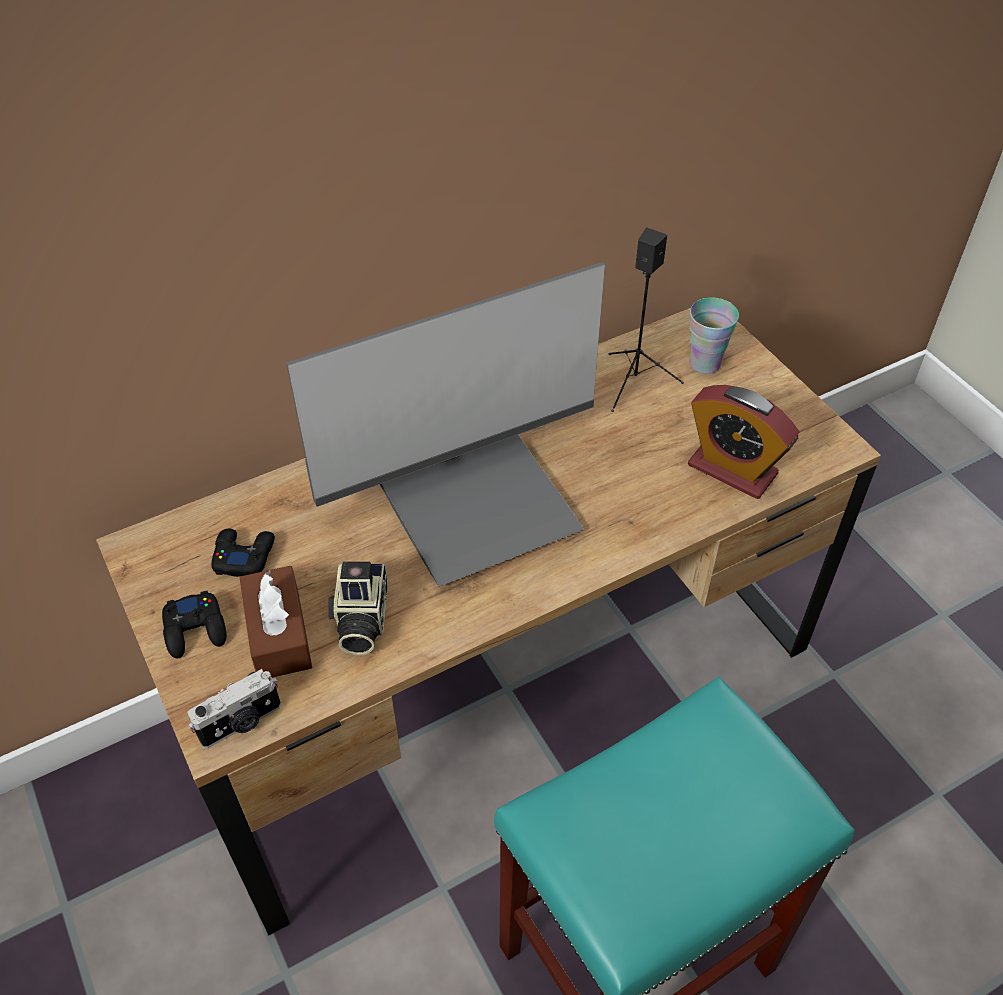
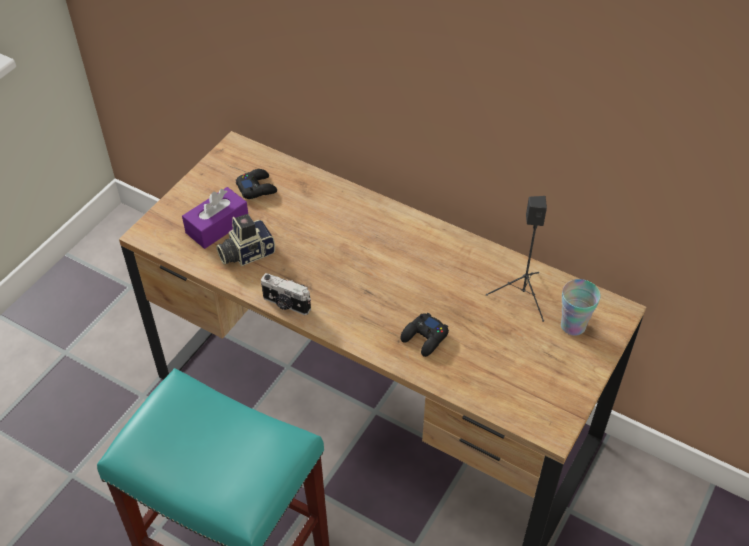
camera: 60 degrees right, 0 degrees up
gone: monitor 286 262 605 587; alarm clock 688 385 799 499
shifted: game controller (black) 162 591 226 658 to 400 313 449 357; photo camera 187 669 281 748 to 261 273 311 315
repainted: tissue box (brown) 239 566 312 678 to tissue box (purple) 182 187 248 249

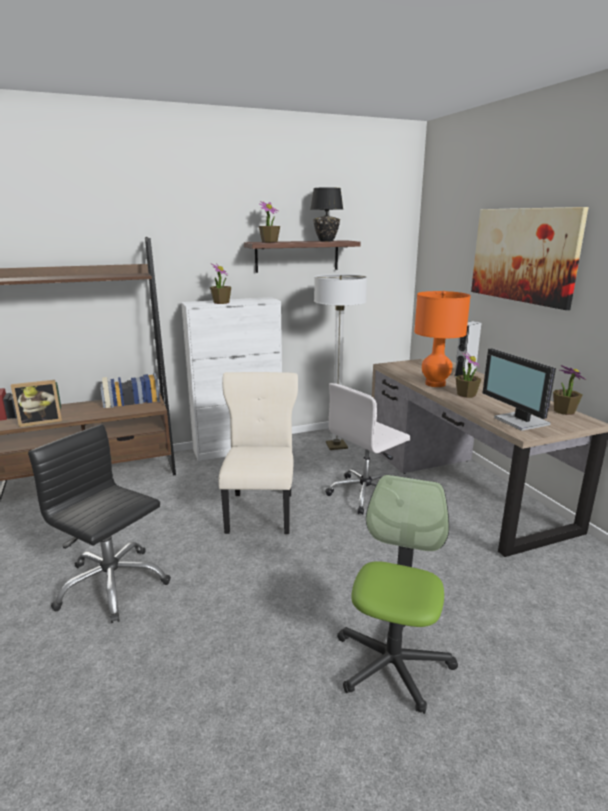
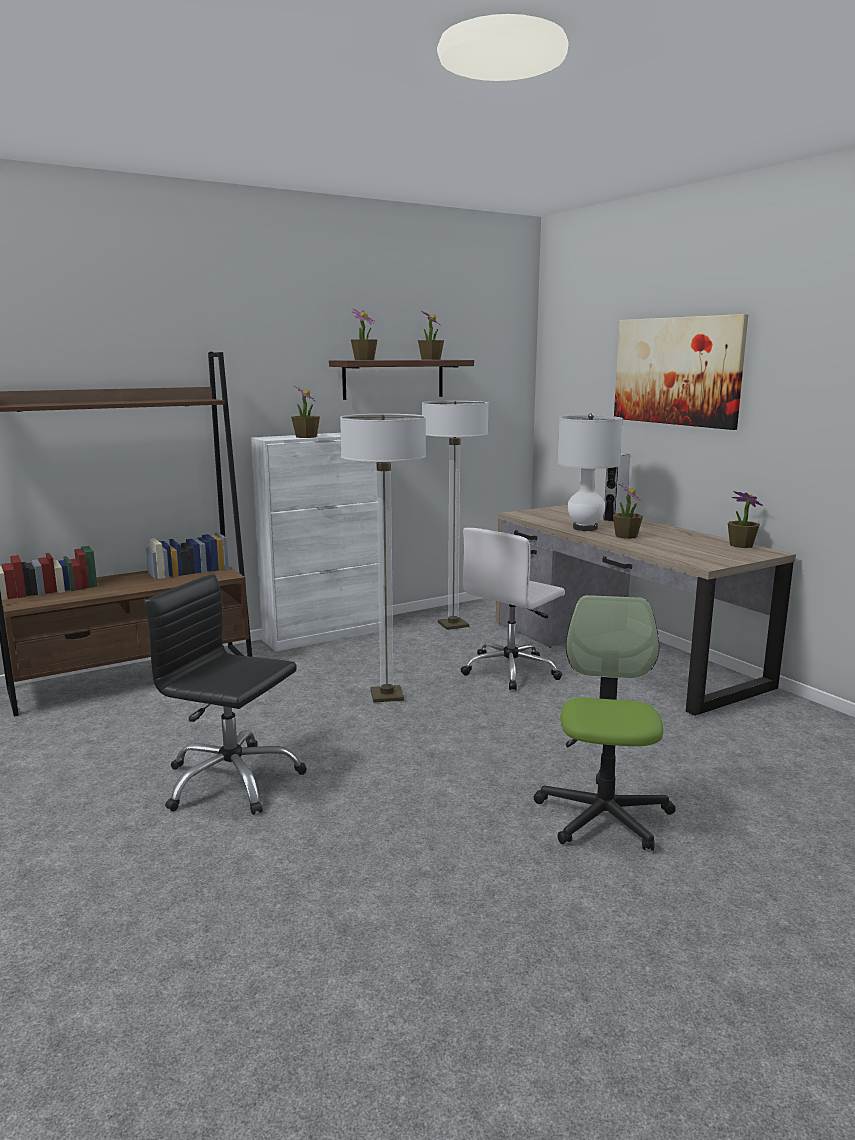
camera: 10 degrees left, 5 degrees down
gone: picture frame 11 380 62 427; monitor 483 349 556 431
swapped: chair (beige) 218 372 298 534 to floor lamp 340 414 426 703; table lamp (black) 311 187 343 241 to potted plant 418 311 444 360
repainted: table lamp (orange) 414 291 471 387 to table lamp (white) 557 413 623 531

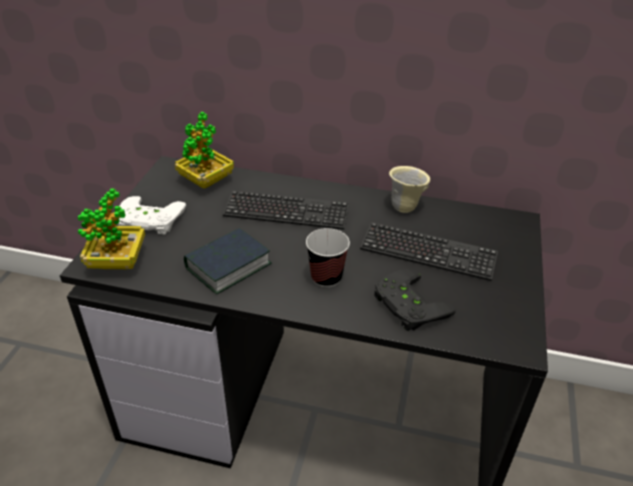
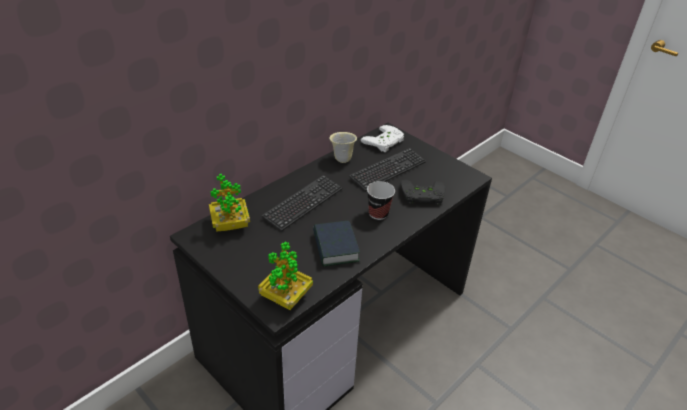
camera: 60 degrees left, 0 degrees up
shifted: game controller (white) 117 196 186 235 to 361 125 404 152

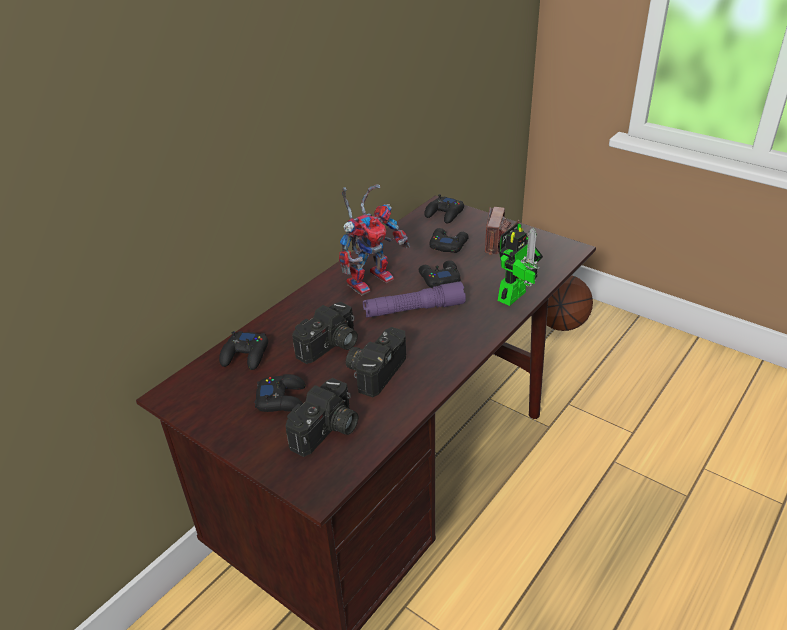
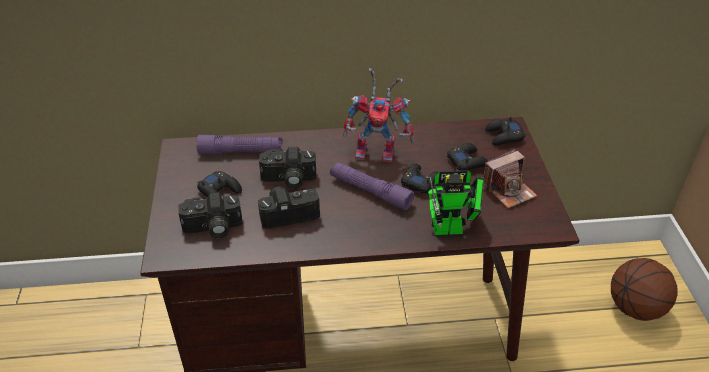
camera: 45 degrees right, 5 degrees up
swapped: game controller (black) 219 331 268 370 to flashlight (purple) 196 135 283 154

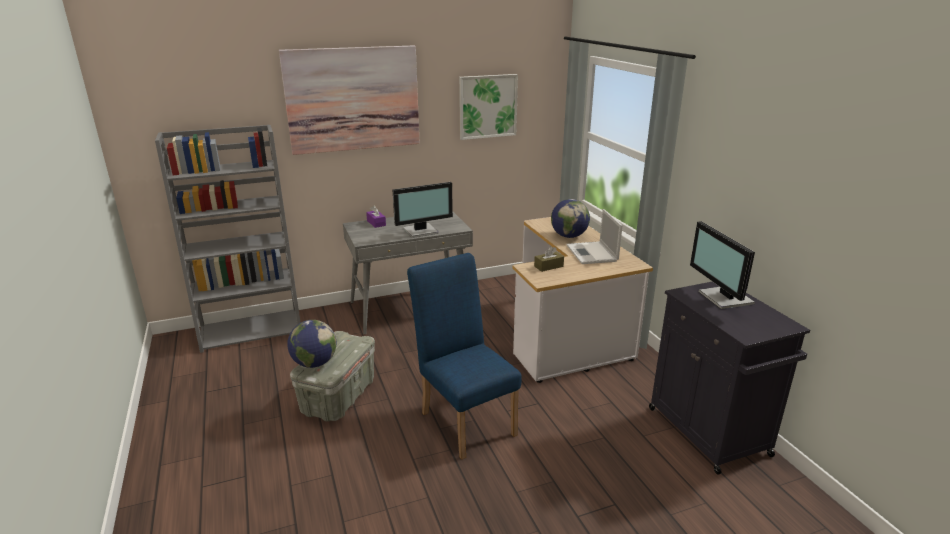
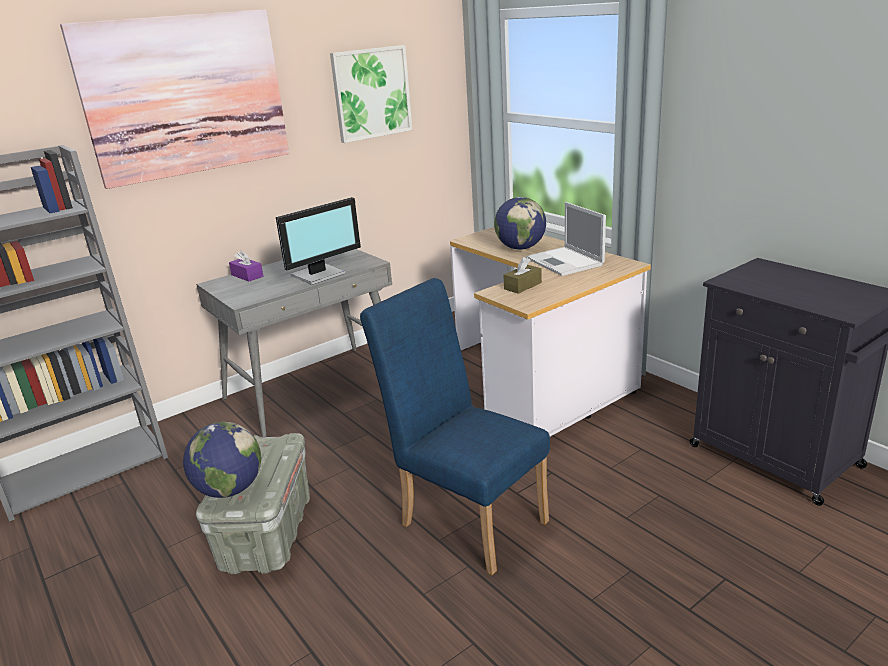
camera: 15 degrees left, 0 degrees up
gone: monitor 690 221 755 309

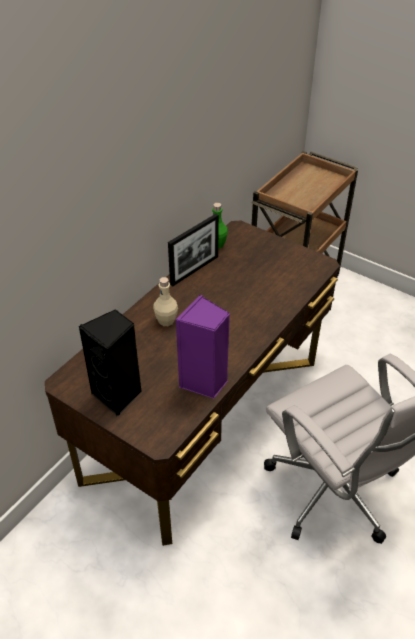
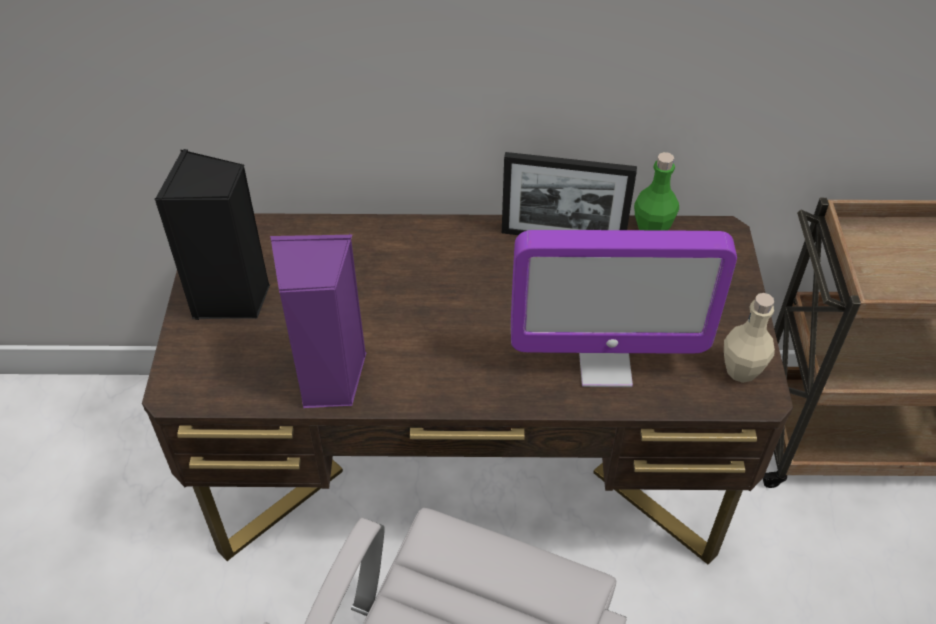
camera: 55 degrees right, 5 degrees up
new: monitor 511 230 737 387
shifted: bottle (beige) 153 277 178 326 to 724 293 775 383

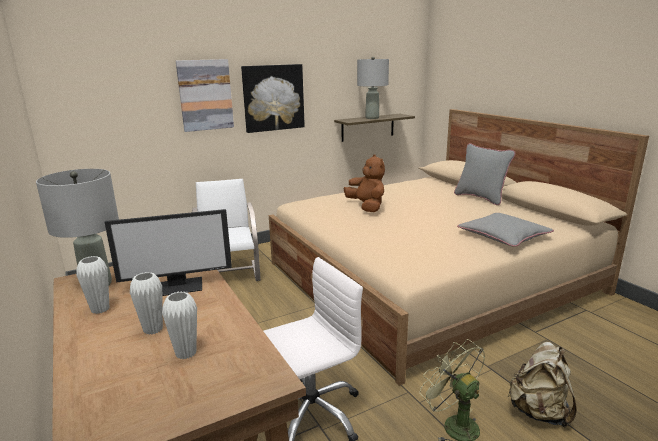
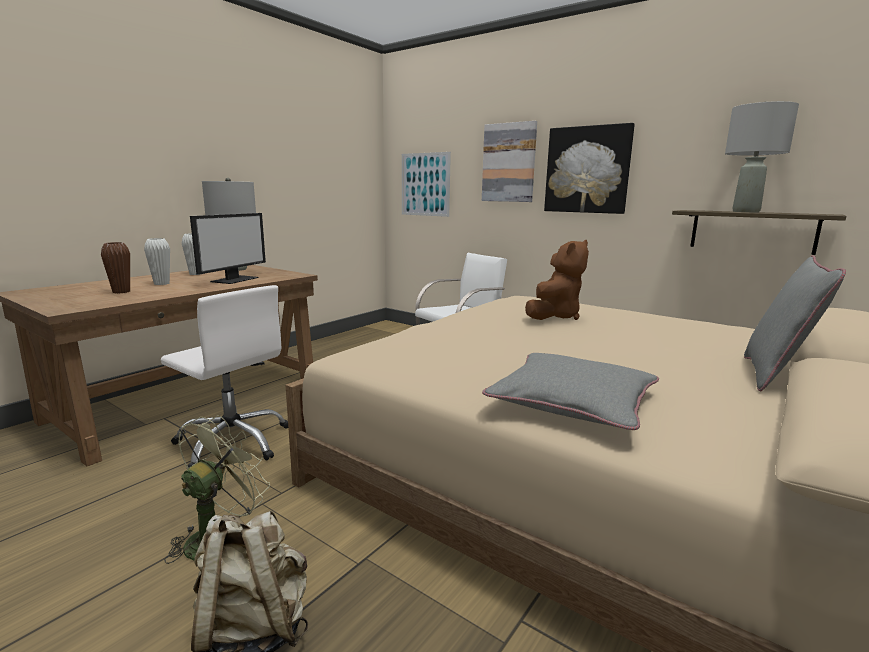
camera: 65 degrees right, 5 degrees down
new: picture 402 152 451 217
repainted: vase (white) 162 291 197 359 to vase (brown) 101 242 130 294
rotated: monitor 105 209 232 296 = 190 213 266 284 120 degrees counterclockwise

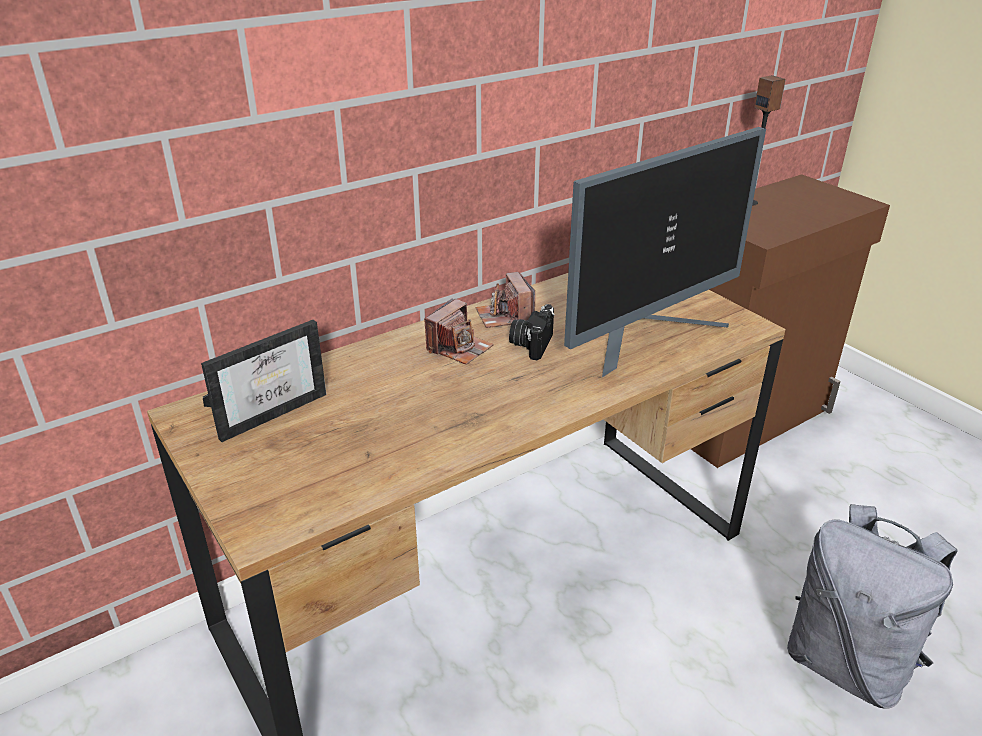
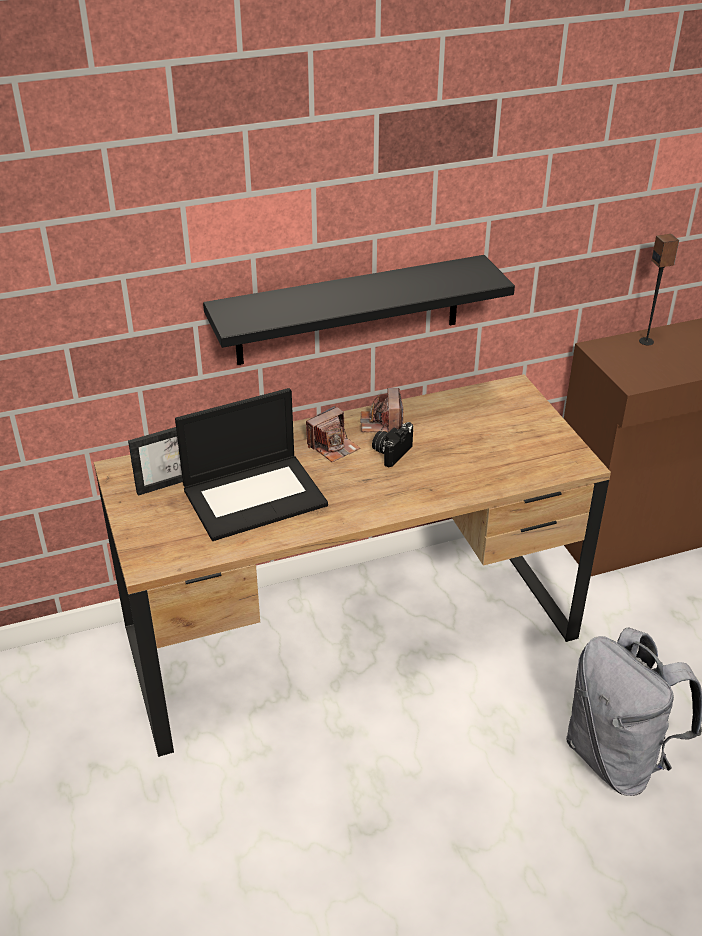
camera: 15 degrees right, 5 degrees up
gone: monitor 564 127 766 377
new: laptop 175 388 328 541; shelf (black) 203 255 515 365

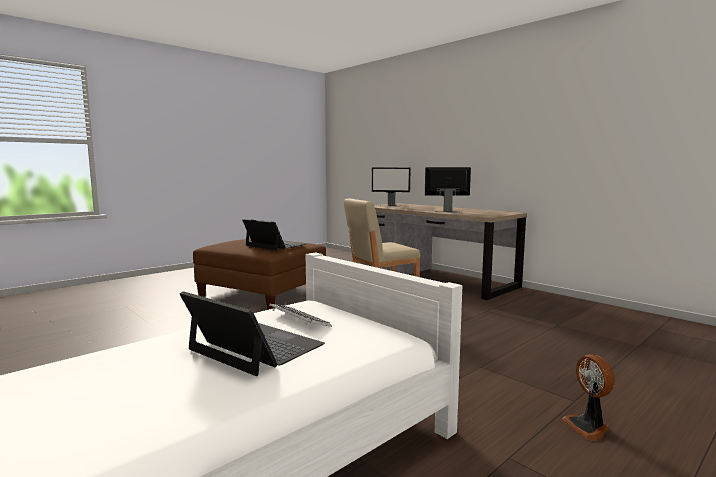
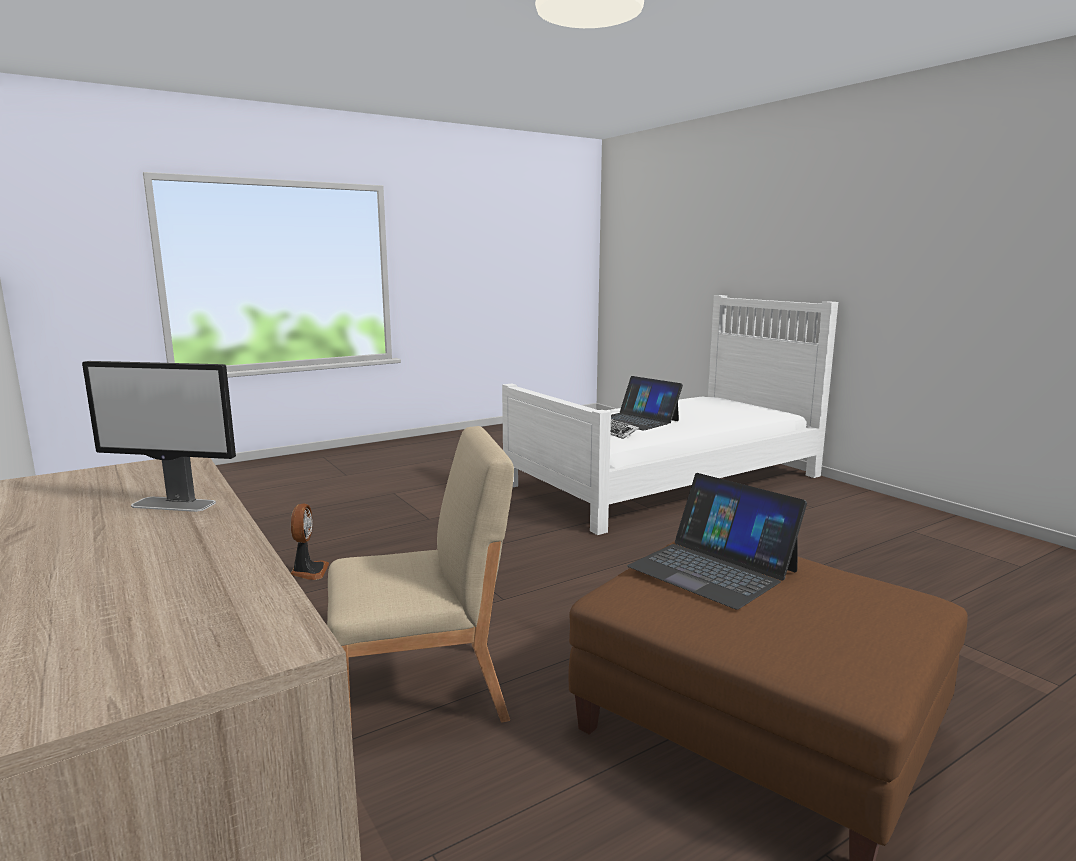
camera: 170 degrees left, 5 degrees up
gone: monitor 372 168 411 206
shifted: fan 561 354 615 441 to 291 504 329 580

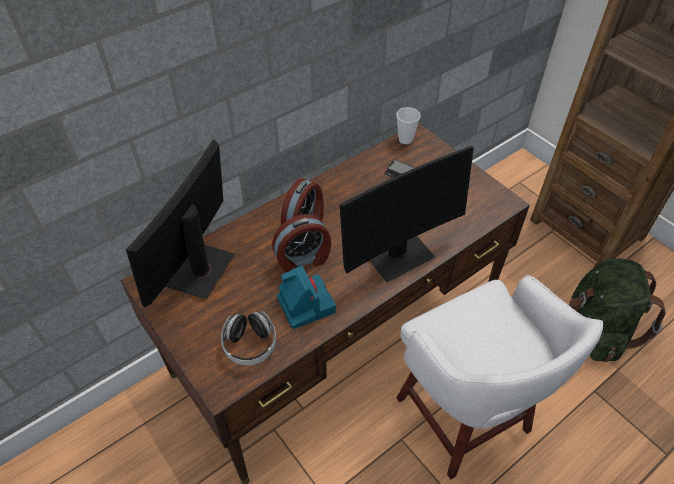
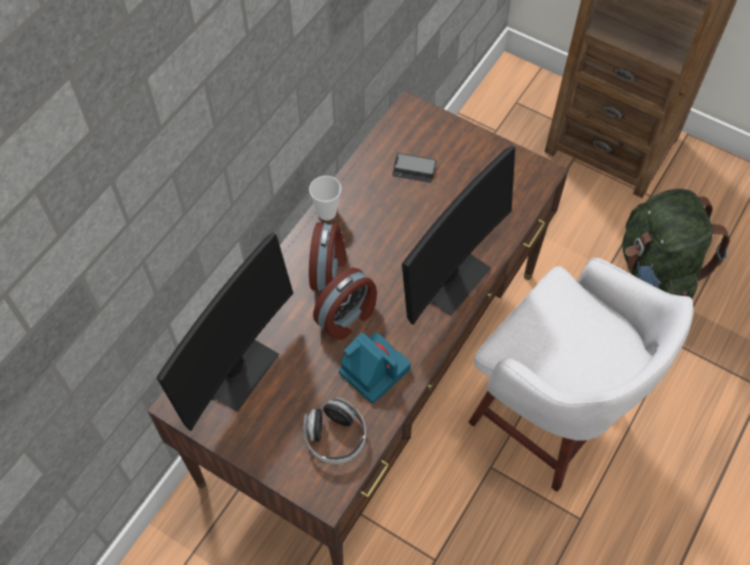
camera: 20 degrees left, 10 degrees up
shifted: cup 396 107 421 144 to 309 176 341 221
rotated: monitor 126 139 235 307 = 156 233 293 431 150 degrees counterclockwise

